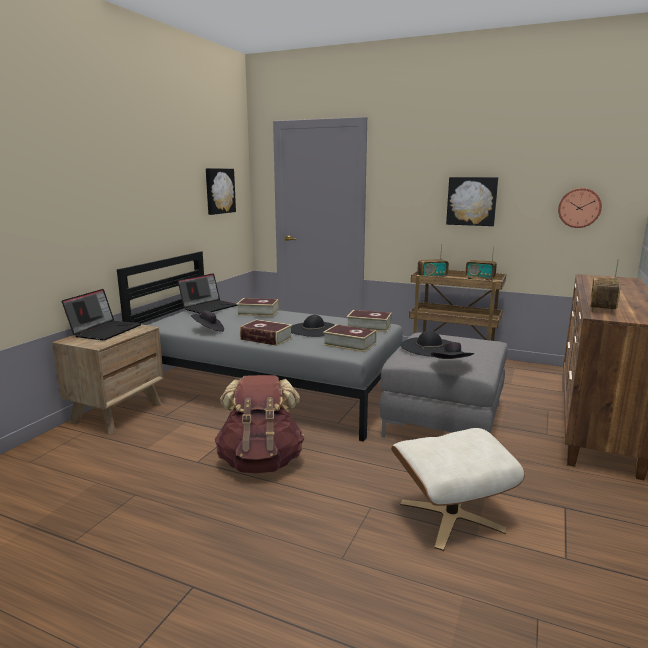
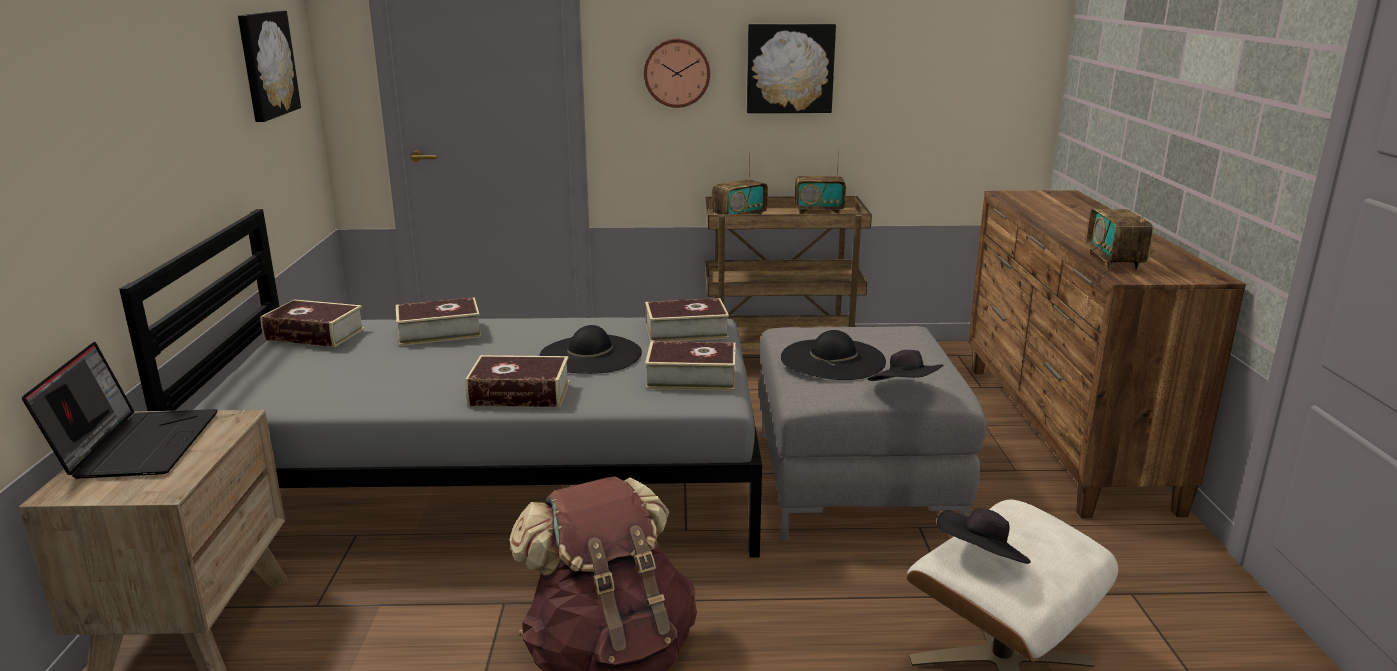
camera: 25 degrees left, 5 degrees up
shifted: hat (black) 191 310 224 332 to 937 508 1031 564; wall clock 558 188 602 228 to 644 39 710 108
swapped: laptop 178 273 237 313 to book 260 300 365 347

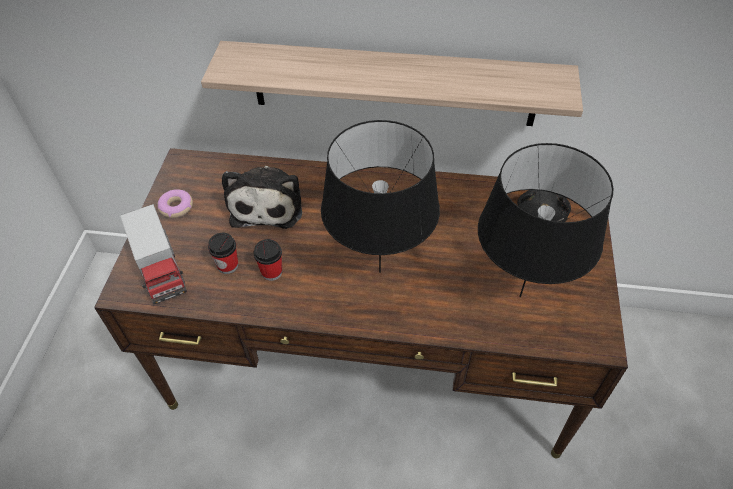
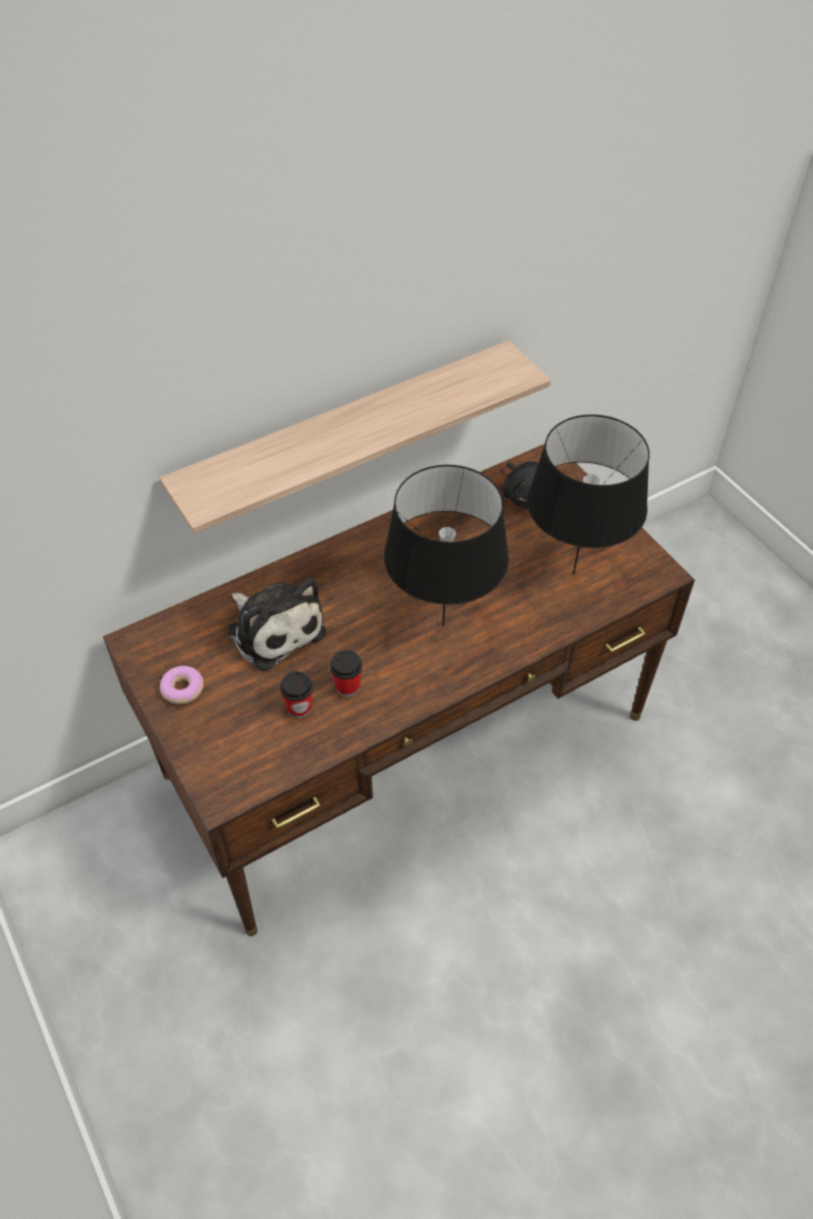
camera: 40 degrees left, 0 degrees up
gone: toy truck 120 204 187 304

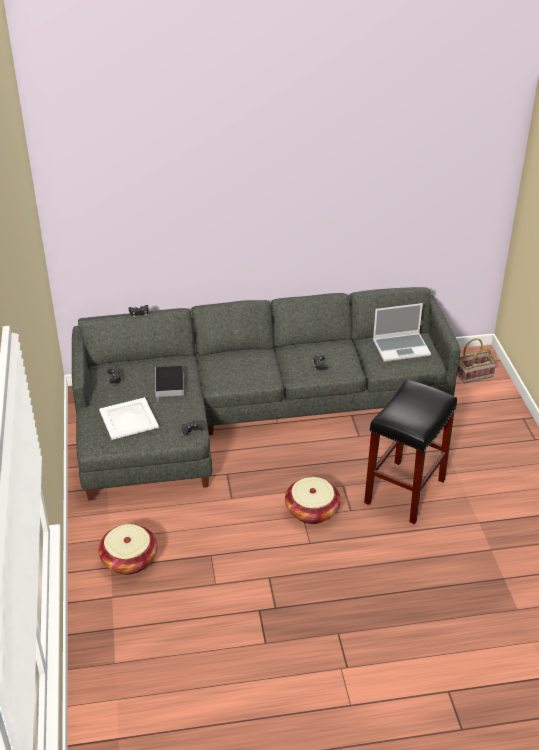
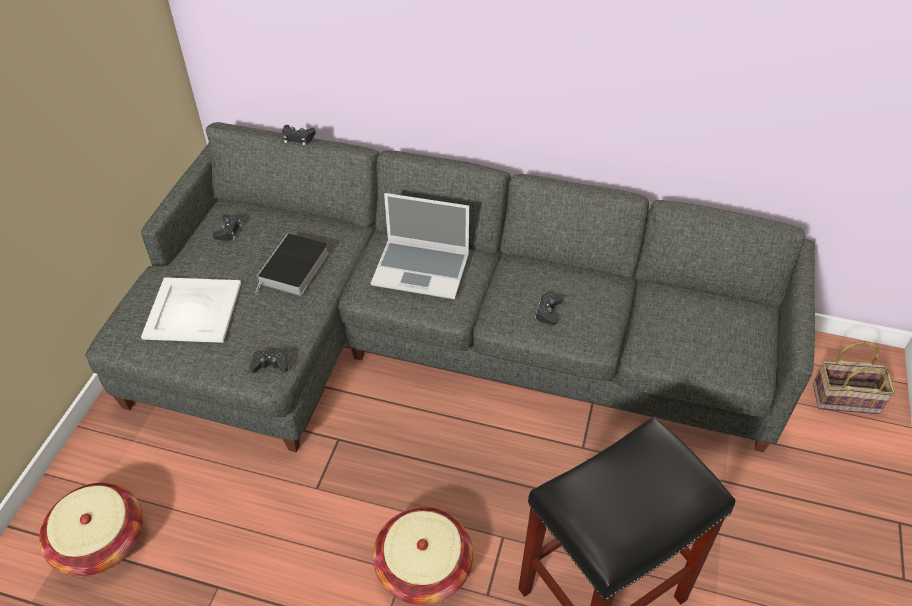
camera: 25 degrees right, 10 degrees up
shifted: laptop 373 303 431 362 to 371 193 469 299

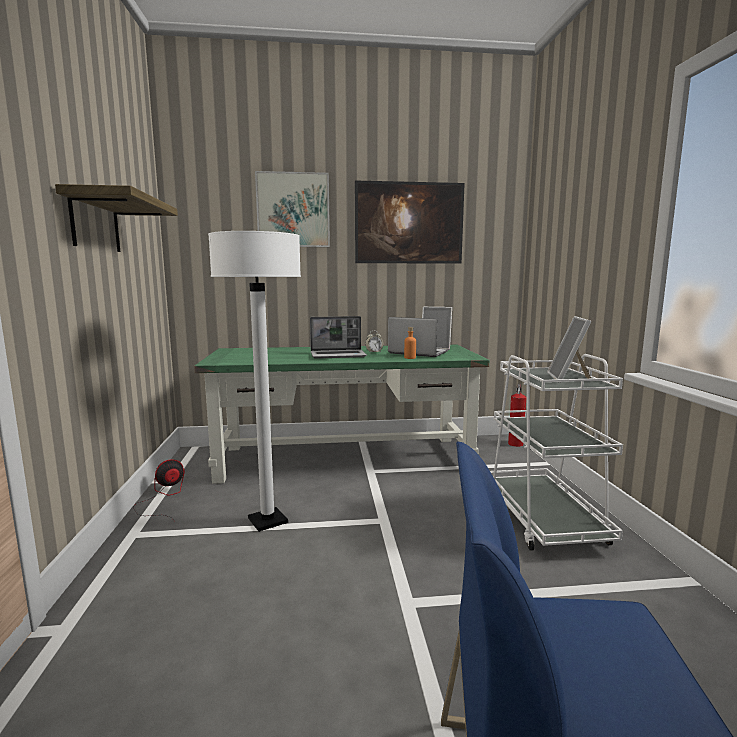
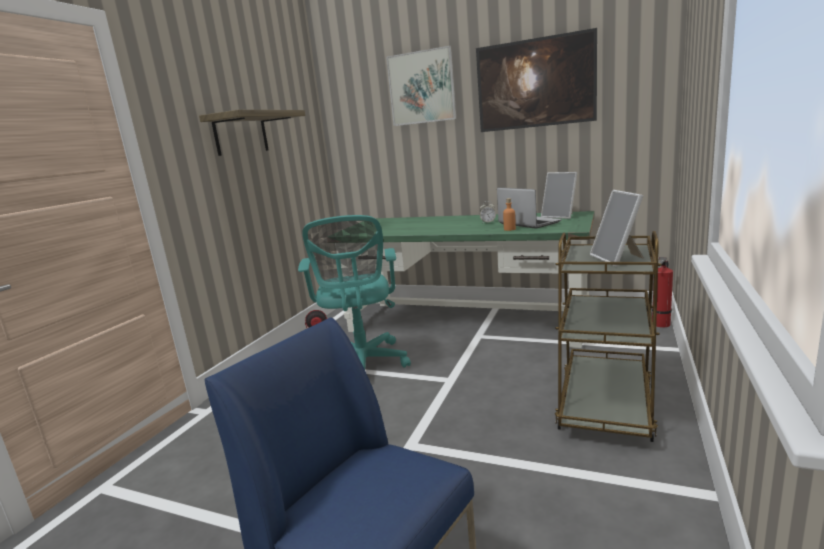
camera: 30 degrees right, 5 degrees up
gone: laptop 310 316 367 359
swapped: floor lamp (white) 208 231 301 532 to office chair (turquoise) 298 215 411 369
repainted: cart (white) 490 354 623 551 to cart (brown) 555 231 662 442
rotated: picture frame 547 316 591 383 = 590 190 644 267 45 degrees counterclockwise

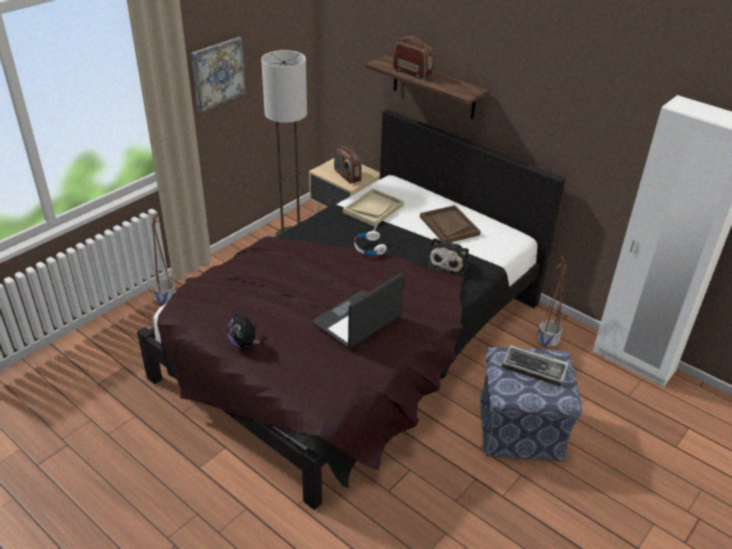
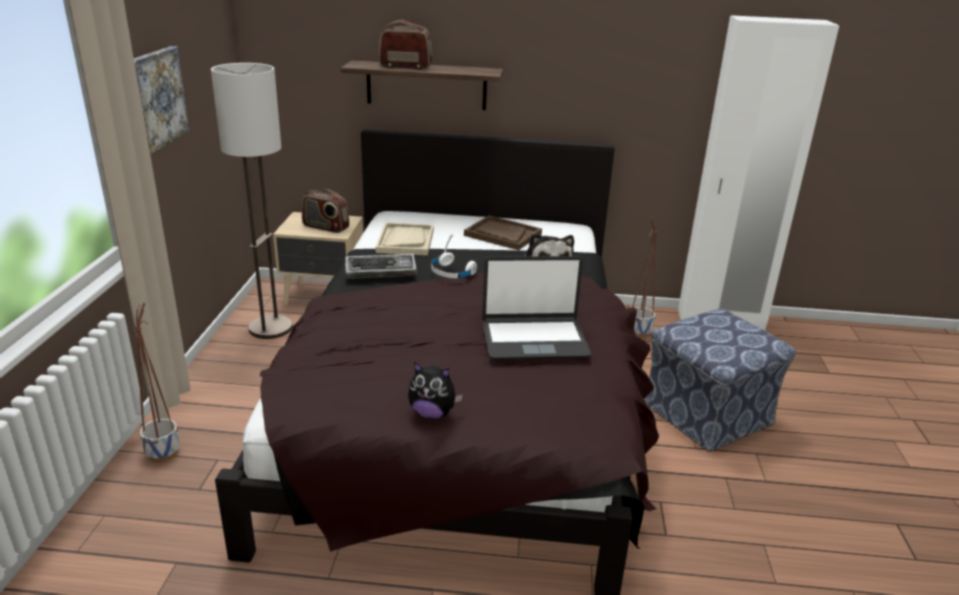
camera: 35 degrees left, 10 degrees down
shifted: keyboard 502 345 569 386 to 345 254 417 279
rotated: laptop 312 273 404 348 = 482 256 591 360 105 degrees counterclockwise

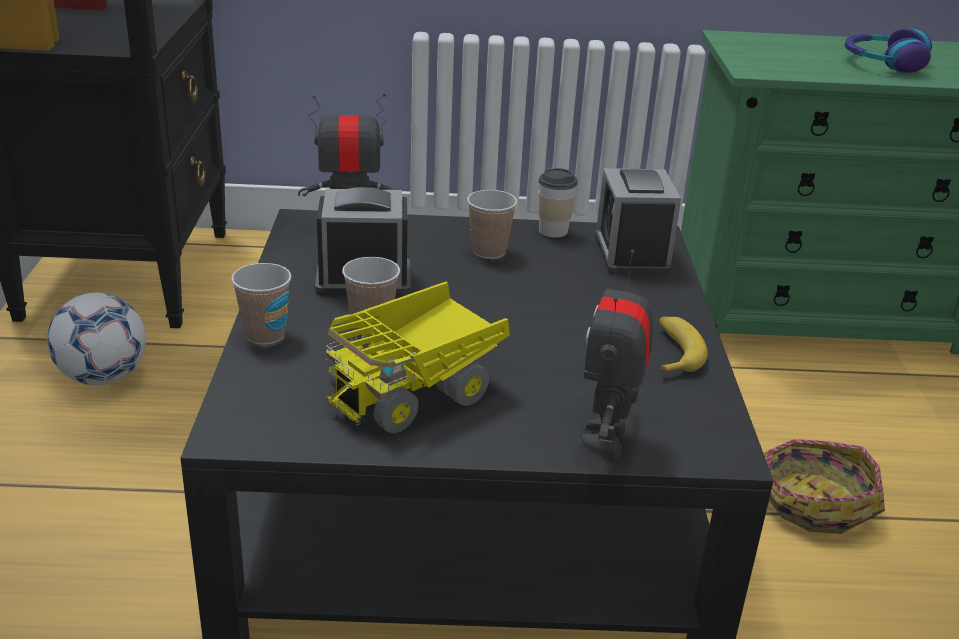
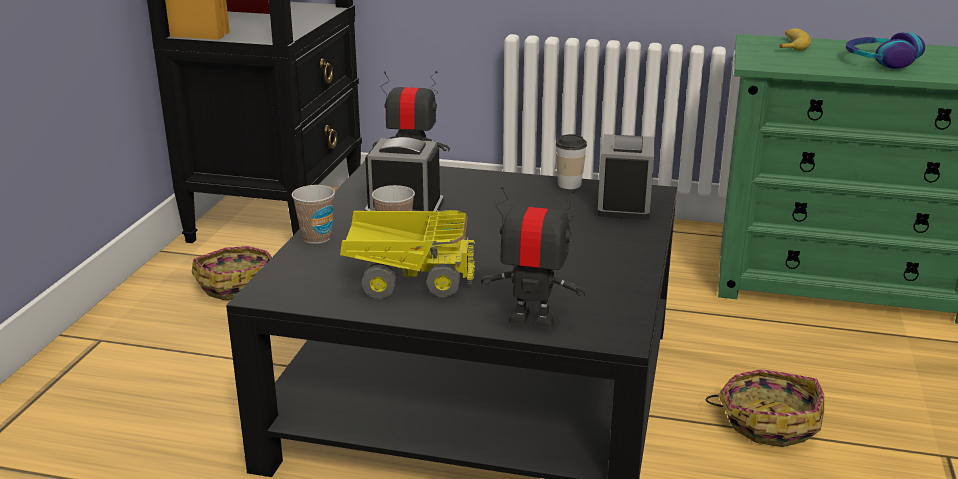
camera: 15 degrees right, 5 degrees down
gone: cup 467 190 517 259
shifted: banana 659 317 708 373 to 780 28 811 50
swapped: football 47 292 146 385 to basket 192 246 272 300
rotated: toy truck 325 282 510 433 = 340 210 475 299 150 degrees counterclockwise; toy robot 579 250 653 459 = 481 186 586 329 75 degrees clockwise

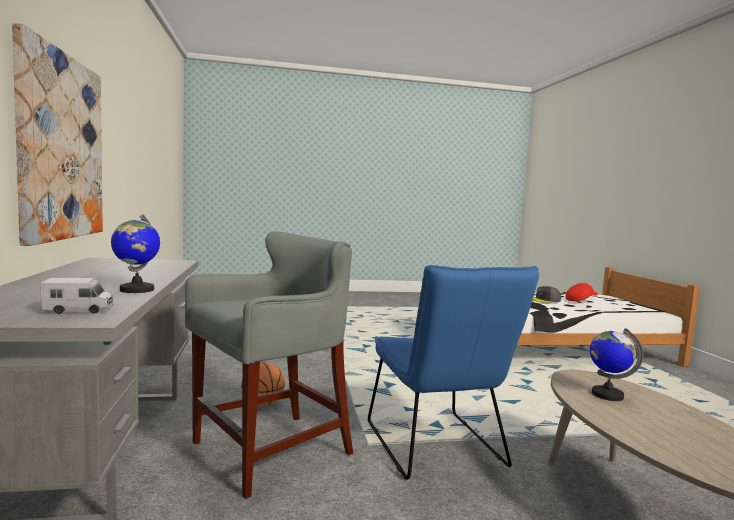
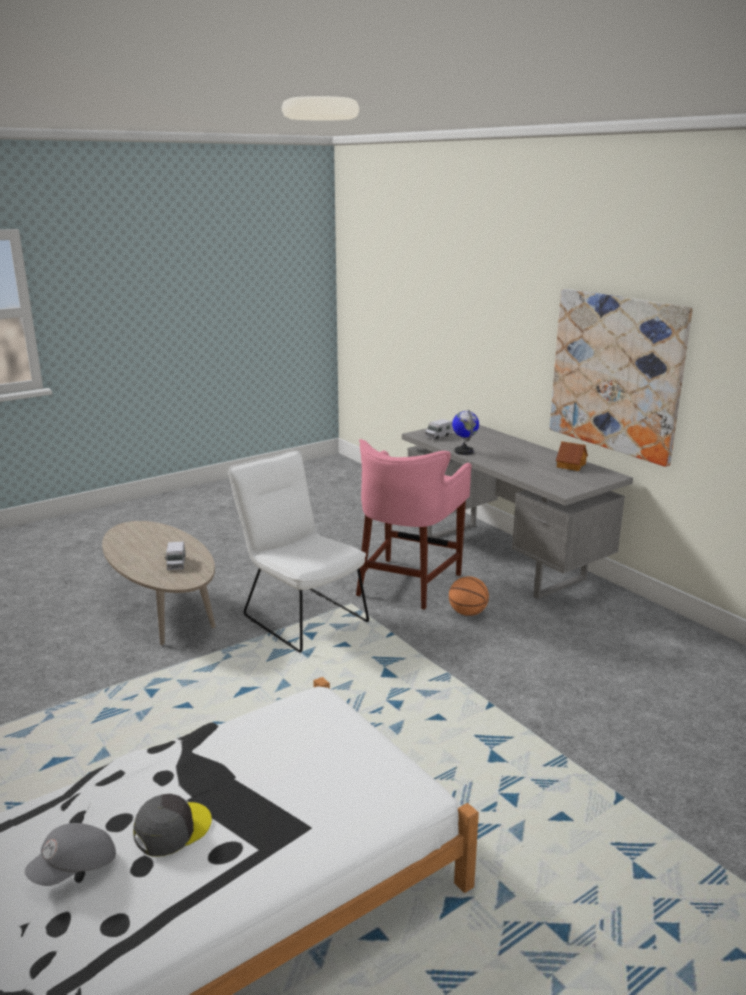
camera: 155 degrees right, 15 degrees up
new: toy house 556 441 588 471
swapped: globe 590 328 644 401 to toy truck 165 541 186 570
repainted: stool (grey) 185 231 353 499 to stool (pink) 356 439 472 610; chair (blue) 368 265 539 480 to chair (white) 228 450 369 653; cap (red) 565 283 598 301 to cap (grey) 25 823 116 886

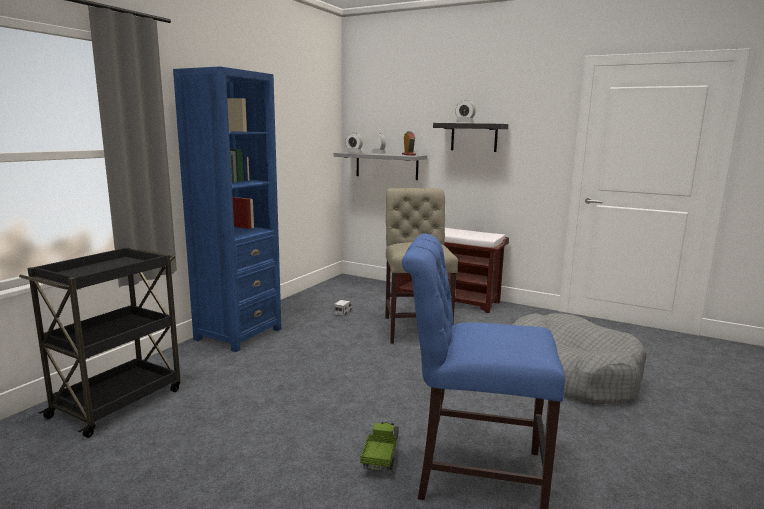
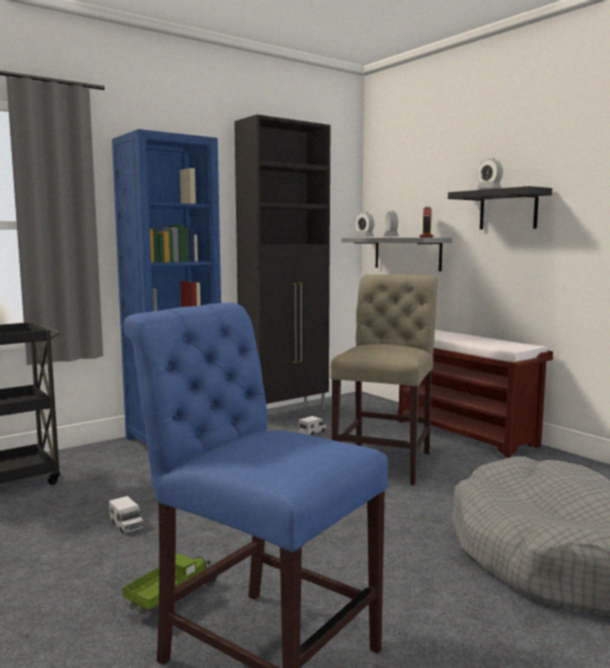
camera: 25 degrees right, 5 degrees down
new: toy truck 109 496 144 533; cabinet (black) 234 114 330 410

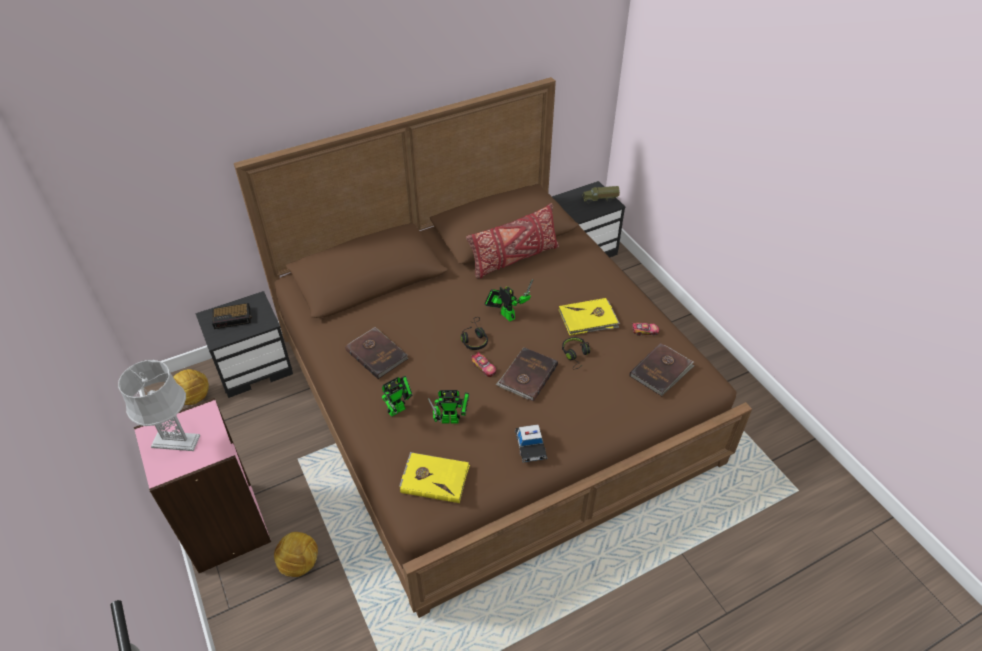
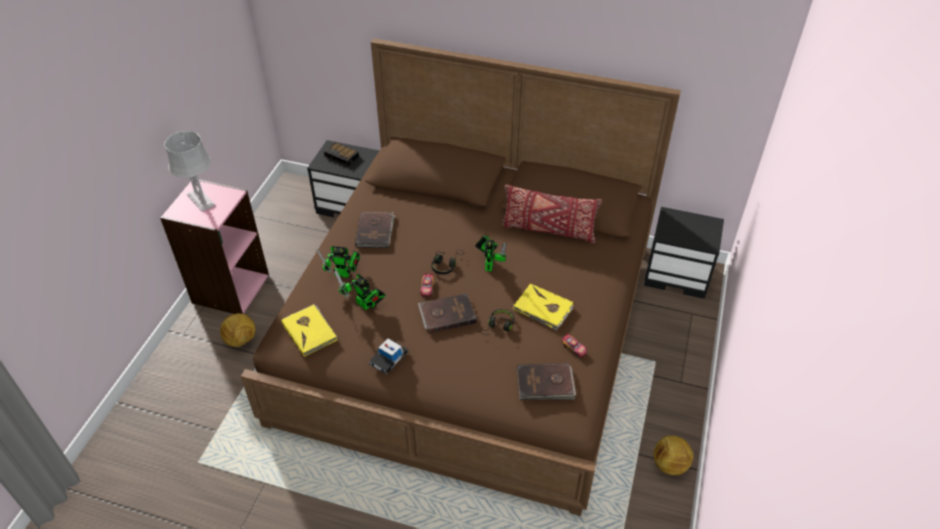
camera: 45 degrees right, 0 degrees up
gone: toy truck 582 186 620 203
shifted: football 173 369 209 405 to 653 436 694 475

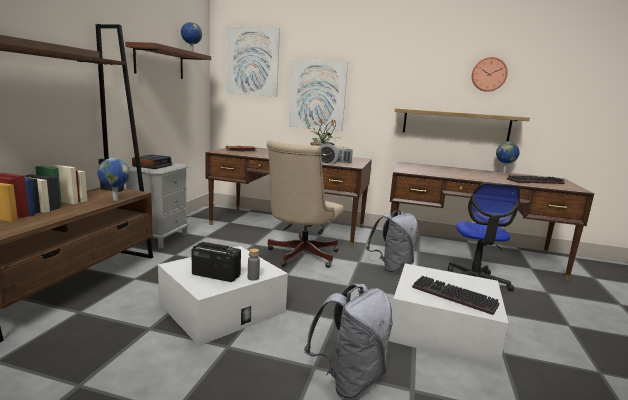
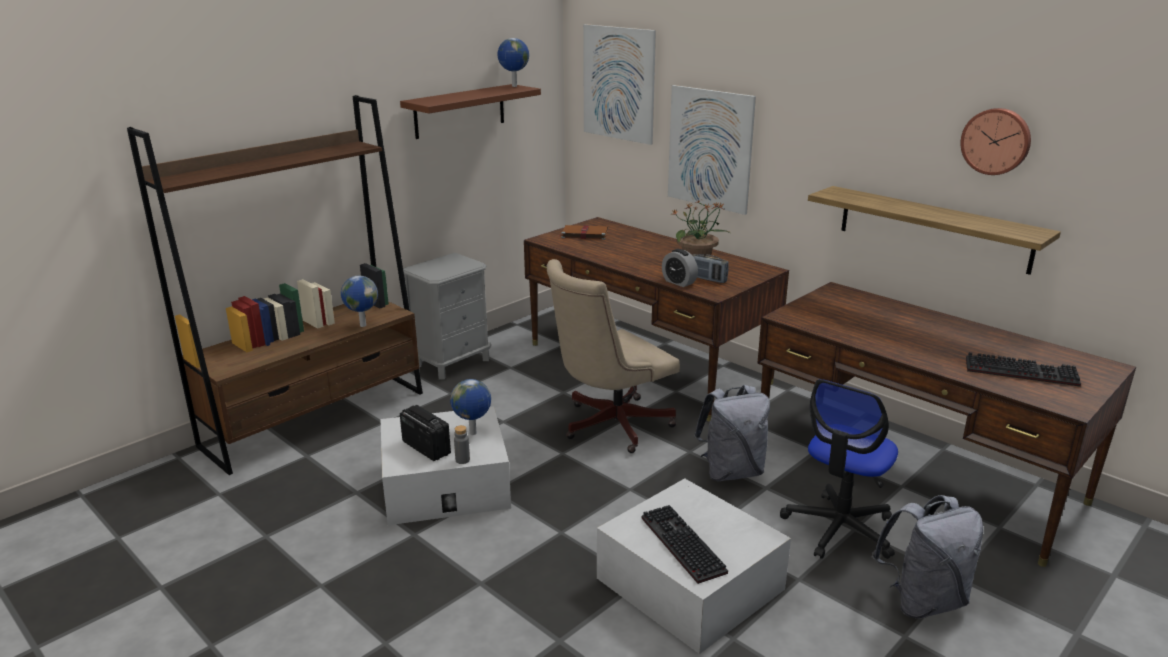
camera: 30 degrees right, 10 degrees up
gone: alarm clock 132 154 172 169
shifted: backpack (grey) 304 283 393 398 to 872 495 983 619; globe 496 142 520 173 to 450 379 491 435

